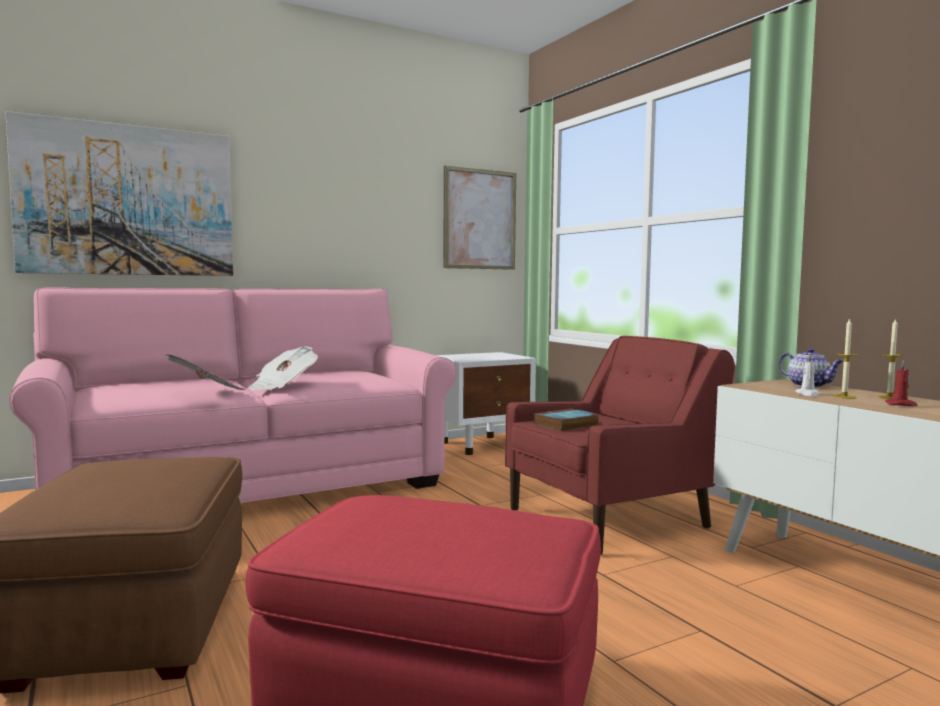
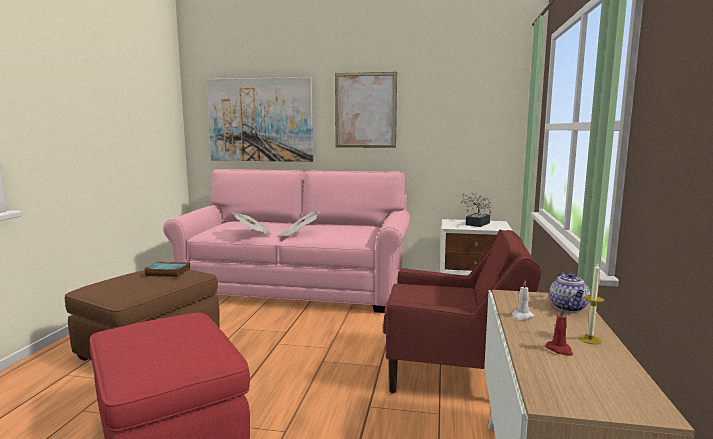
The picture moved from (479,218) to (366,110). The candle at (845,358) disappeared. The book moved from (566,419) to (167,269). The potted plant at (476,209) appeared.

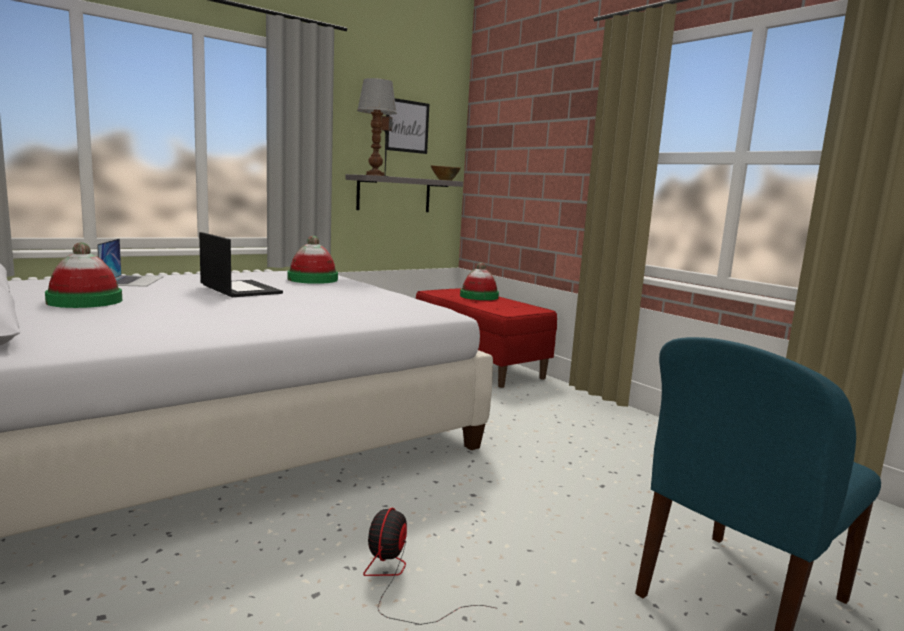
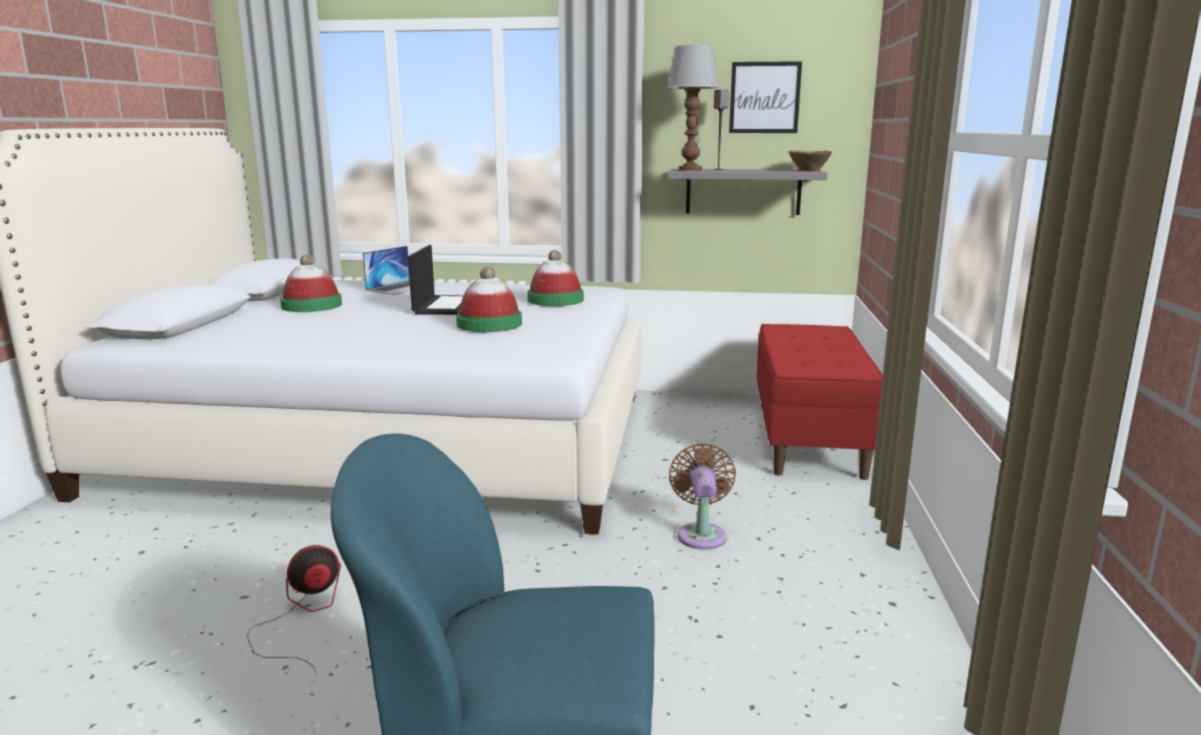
The hat moved from (479,281) to (489,299). The fan (brown) at (702,496) appeared.

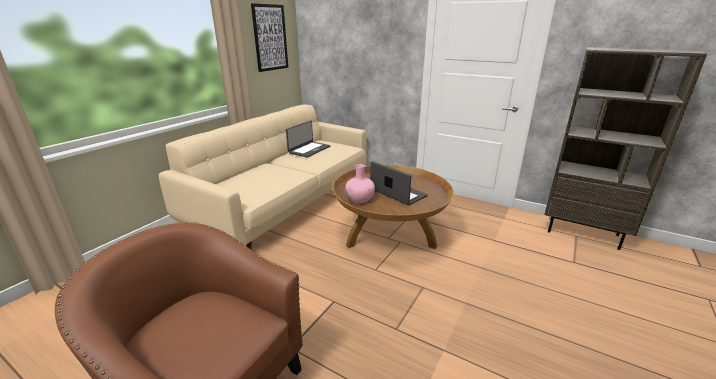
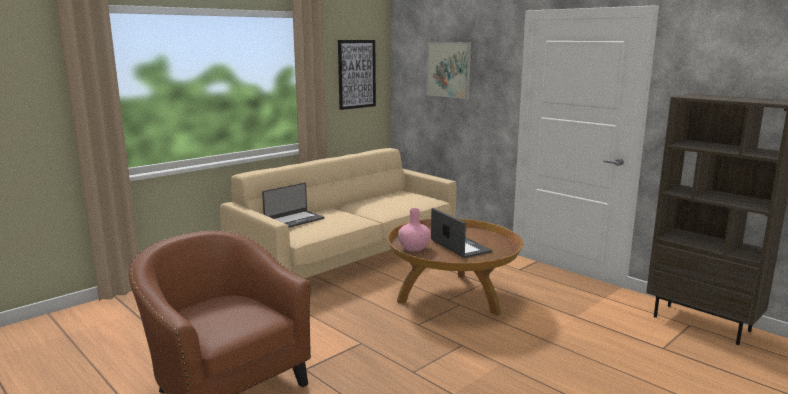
The laptop moved from (308,139) to (293,205). The picture at (449,70) appeared.

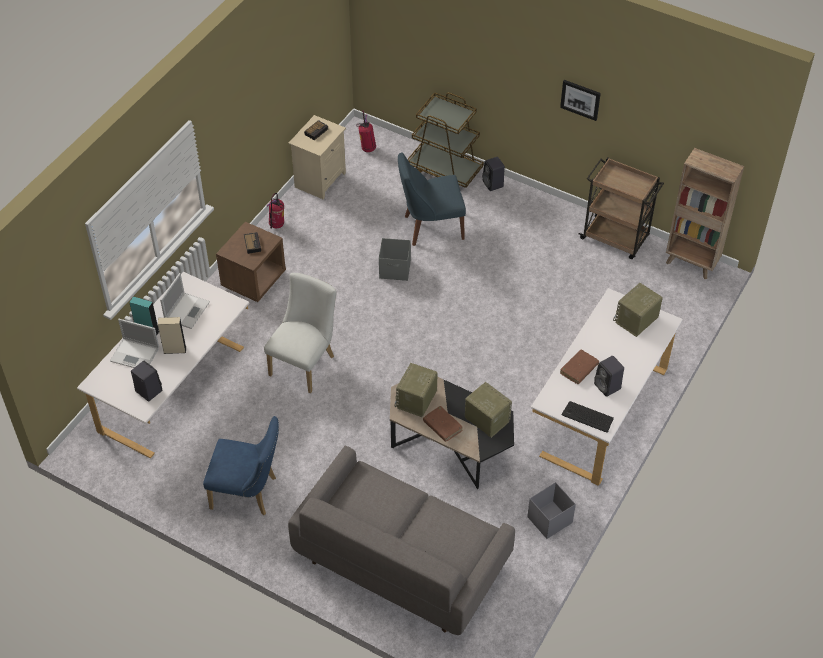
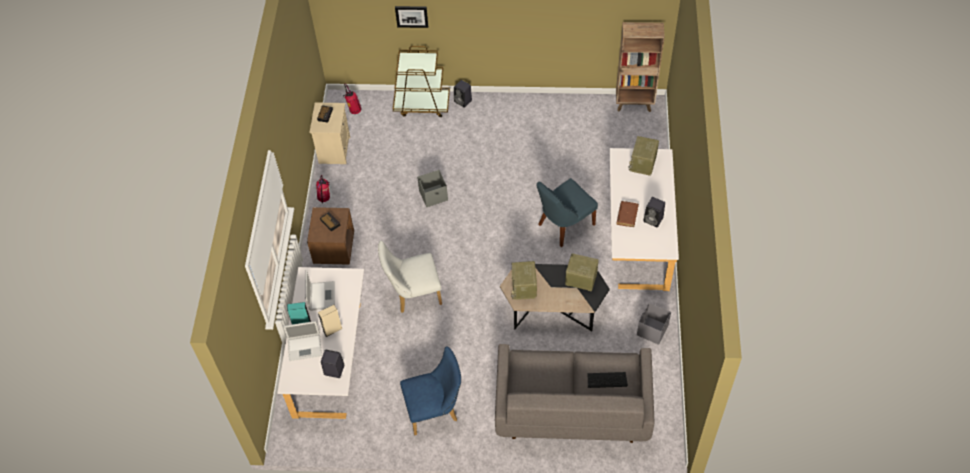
The picture moved from (580,100) to (411,17). The chair (blue) moved from (432,199) to (567,212). The cart (brown) at (621,208) disappeared. The chair (white) at (300,333) turned 105 degrees counterclockwise. The keyboard moved from (587,417) to (608,380). The book (brown) at (443,424) disappeared.

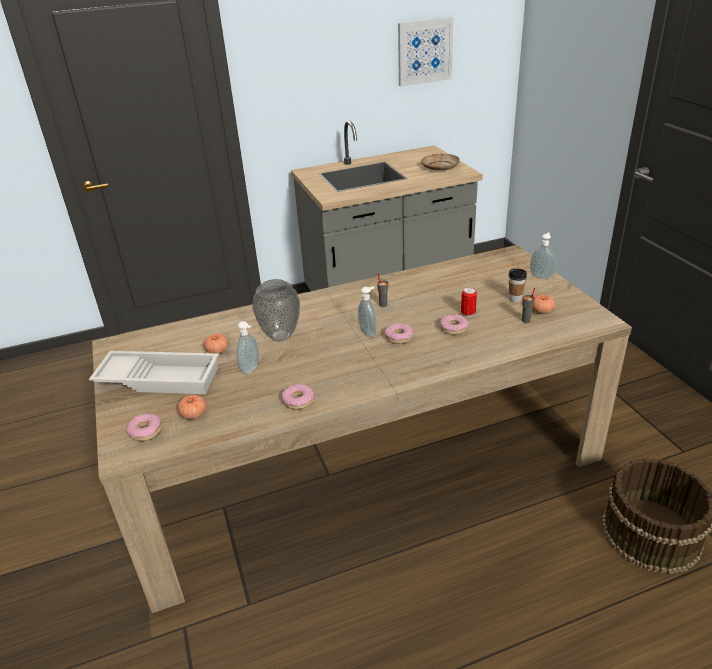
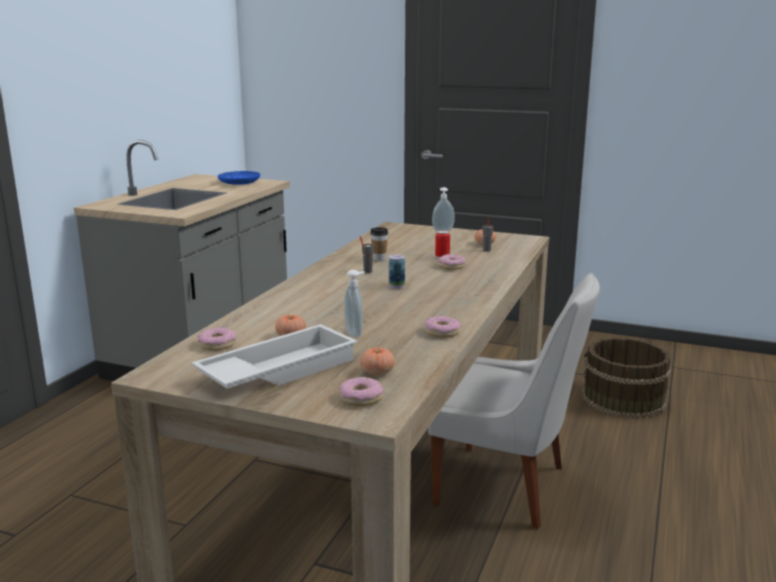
The picture at (426,51) disappeared. The plate (beige) at (440,162) became the plate (blue) at (239,178). The cup moved from (517,285) to (379,244). The vase at (276,310) disappeared. The soap dispenser at (367,311) was replaced by the can at (397,272). The donut moved from (399,333) to (217,339). The chair (white) at (514,401) appeared.

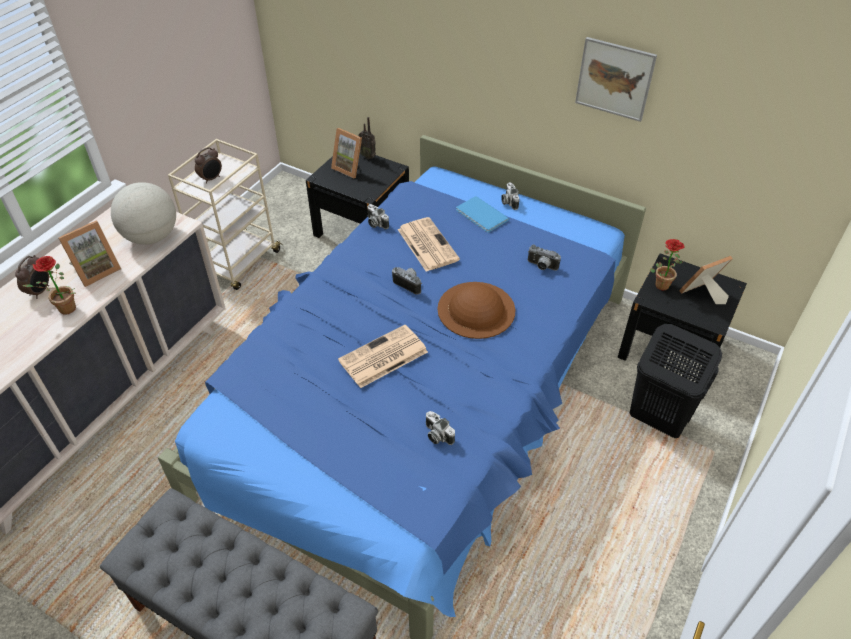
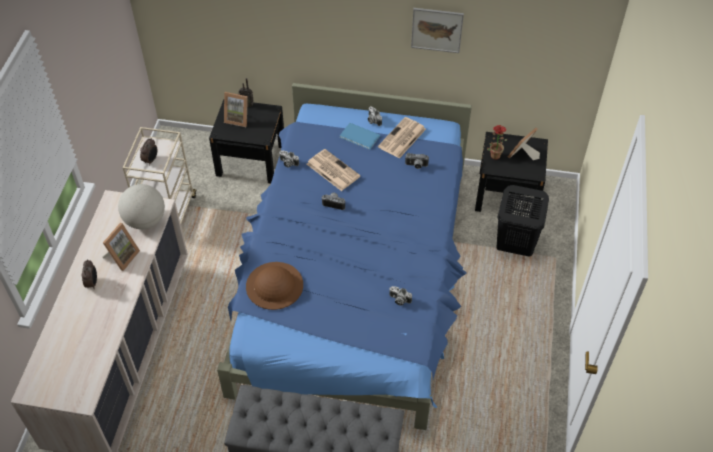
The potted plant at (49,285) disappeared. The hat (brown) moved from (476,310) to (274,286). The newspaper moved from (383,356) to (402,138).

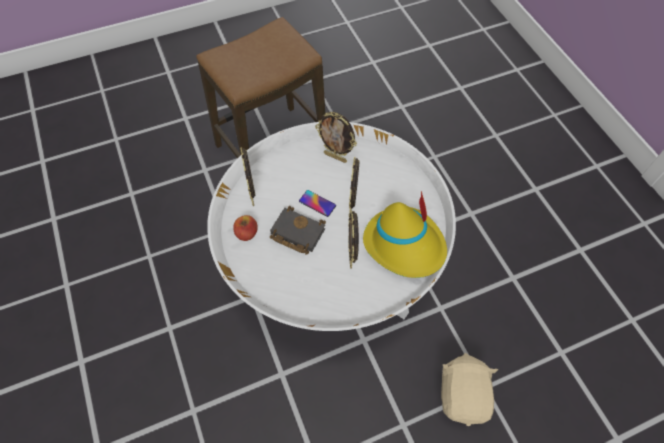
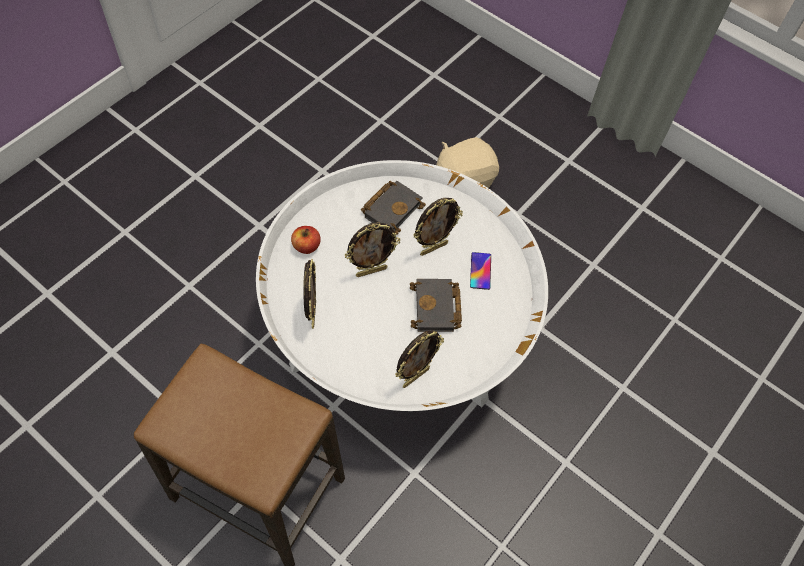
The phone moved from (317,203) to (480,271). The hat (yellow) at (405,234) was replaced by the book (black) at (393,208). The apple moved from (245,228) to (306,240).

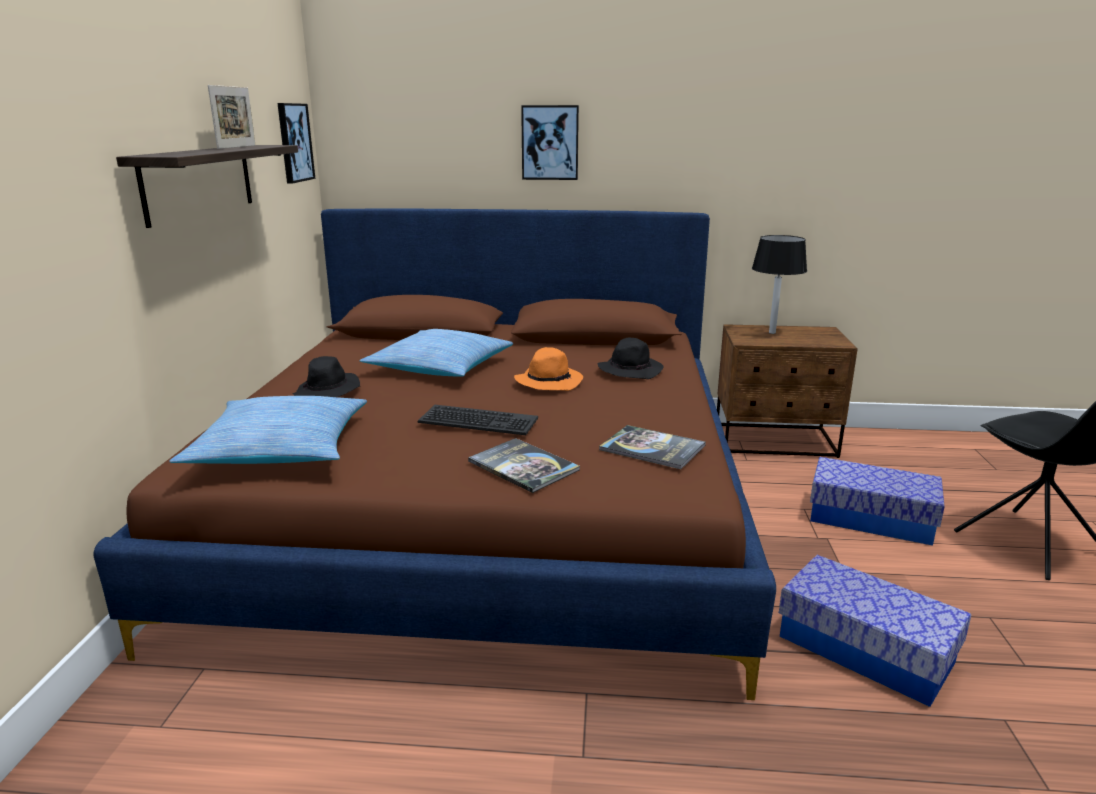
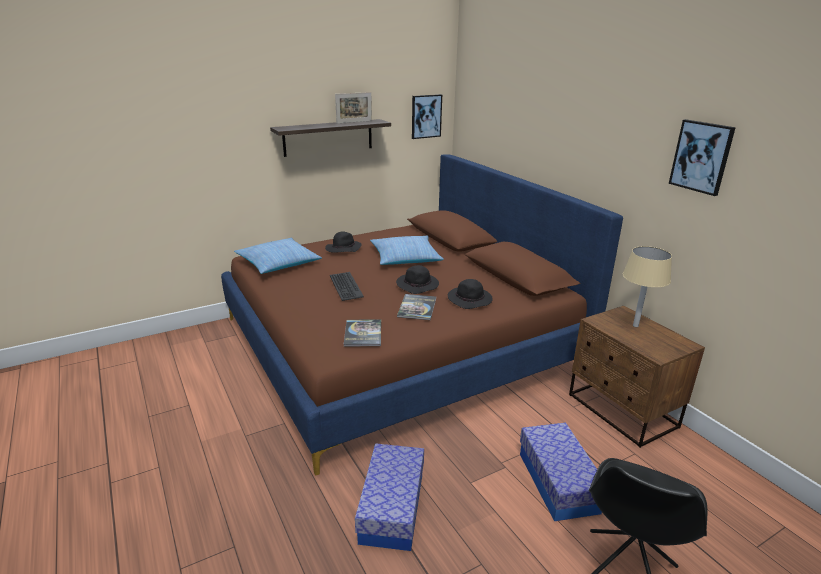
The picture moved from (550,142) to (702,157). The table lamp (black) at (779,284) became the table lamp (beige) at (647,286). The hat (orange) at (548,369) became the hat (black) at (417,279). The book moved from (524,465) to (416,307).

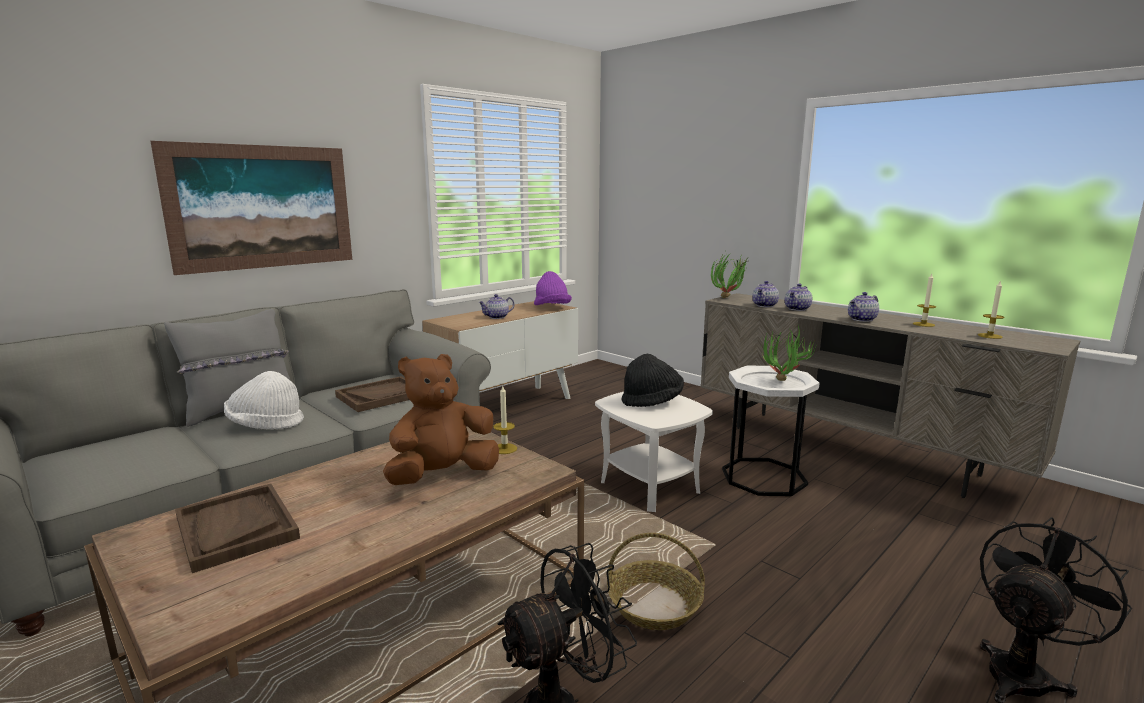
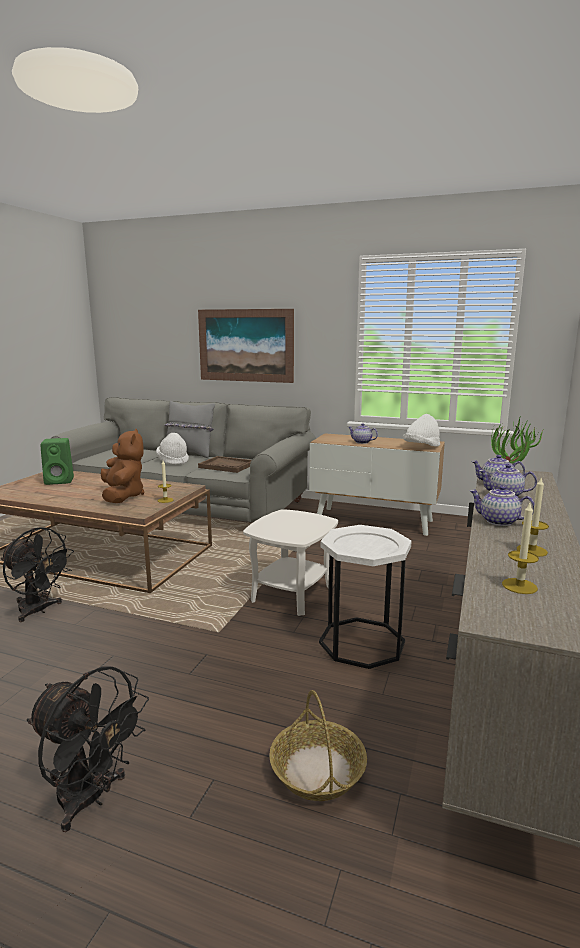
The hat (purple) at (553,288) became the hat (white) at (421,430). The potted plant at (789,353) disappeared. The plush toy (brown) at (441,419) turned 45 degrees clockwise. The hat (black) at (653,380) disappeared. The tray (brown) at (237,528) was replaced by the speaker (green) at (57,461). The basket moved from (656,581) to (318,745).

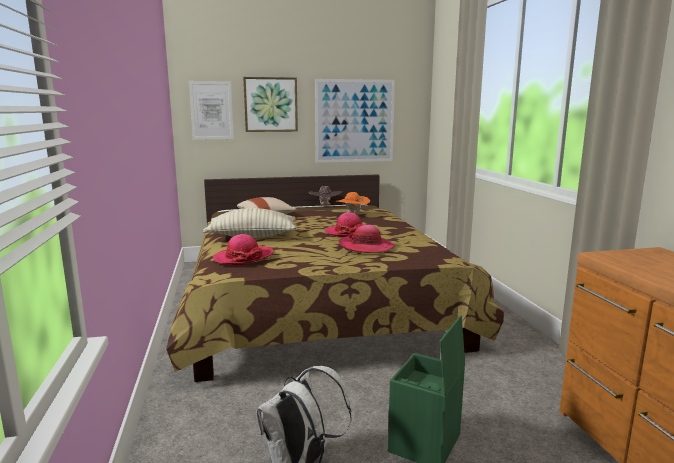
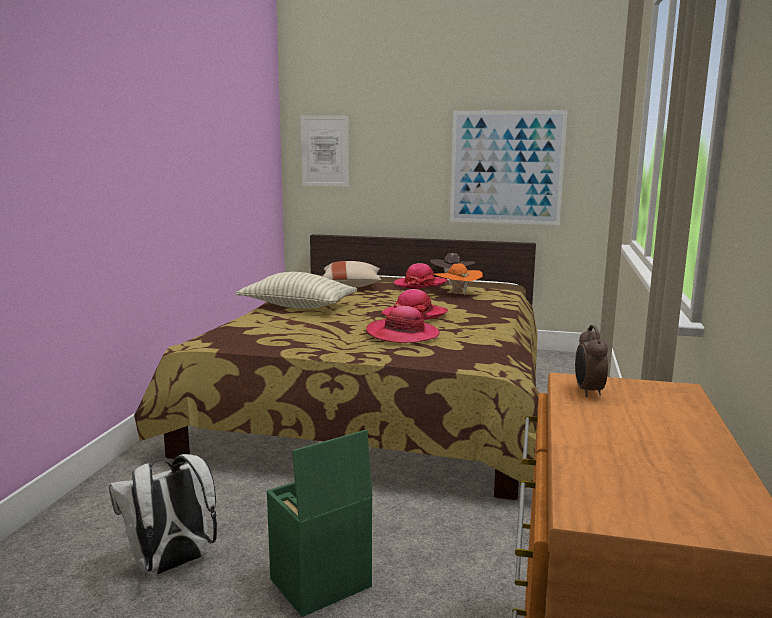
The picture at (270,104) disappeared. The hat moved from (243,249) to (421,276). The alarm clock at (591,361) appeared.

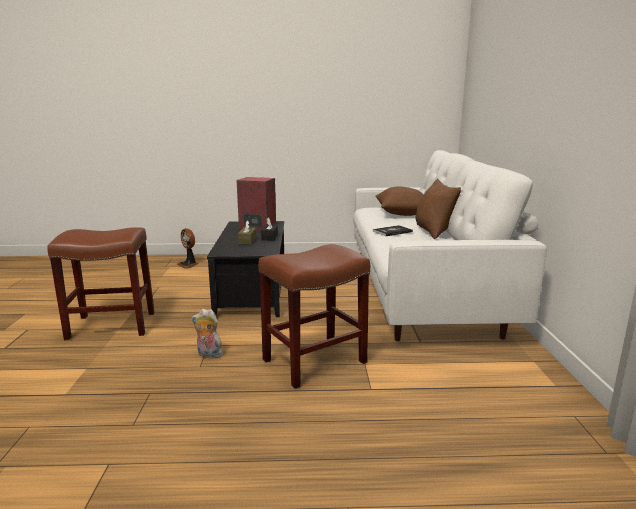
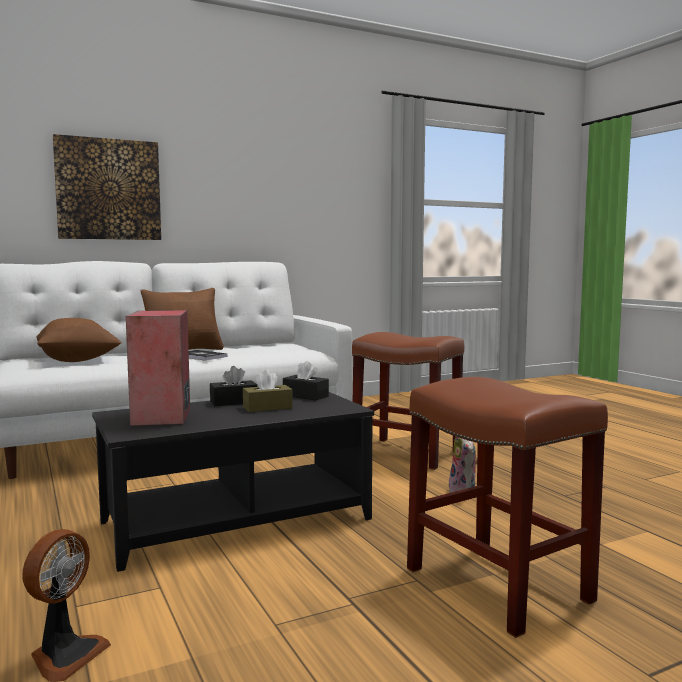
The picture at (107,187) appeared. The tissue box (black) at (306,380) appeared.

